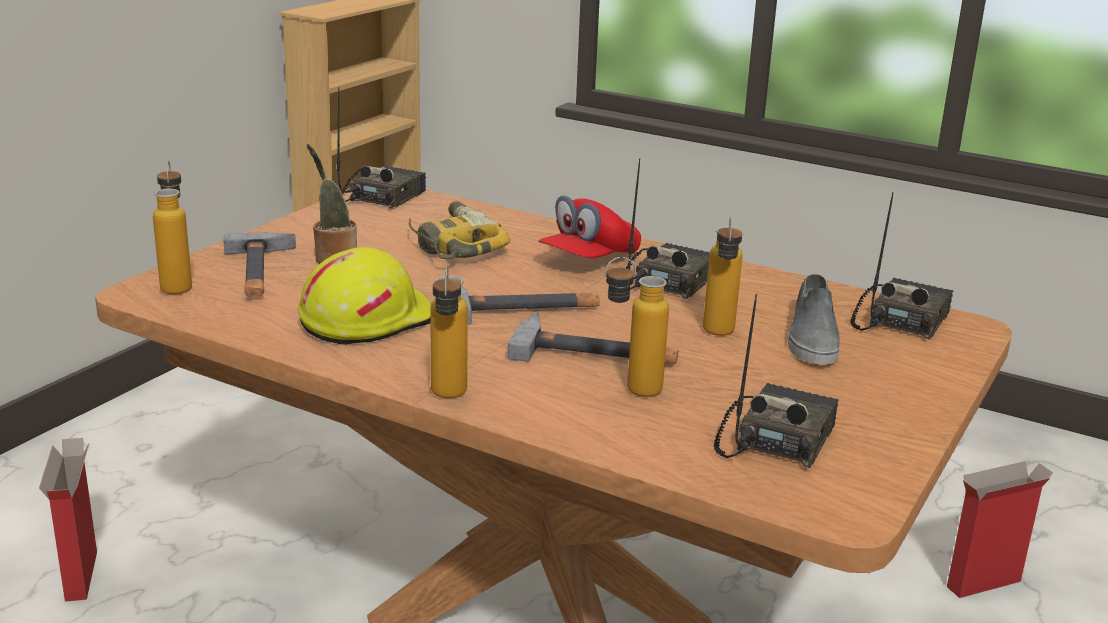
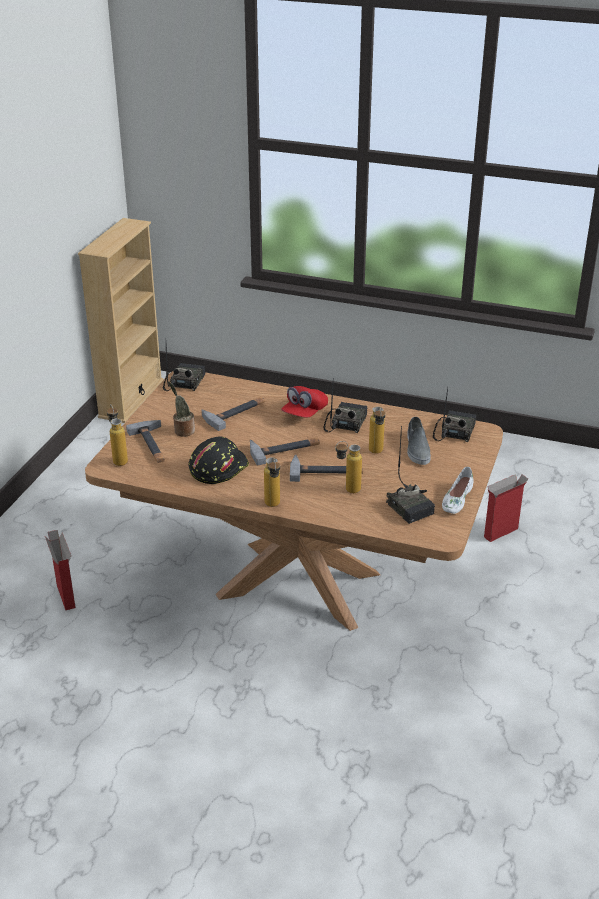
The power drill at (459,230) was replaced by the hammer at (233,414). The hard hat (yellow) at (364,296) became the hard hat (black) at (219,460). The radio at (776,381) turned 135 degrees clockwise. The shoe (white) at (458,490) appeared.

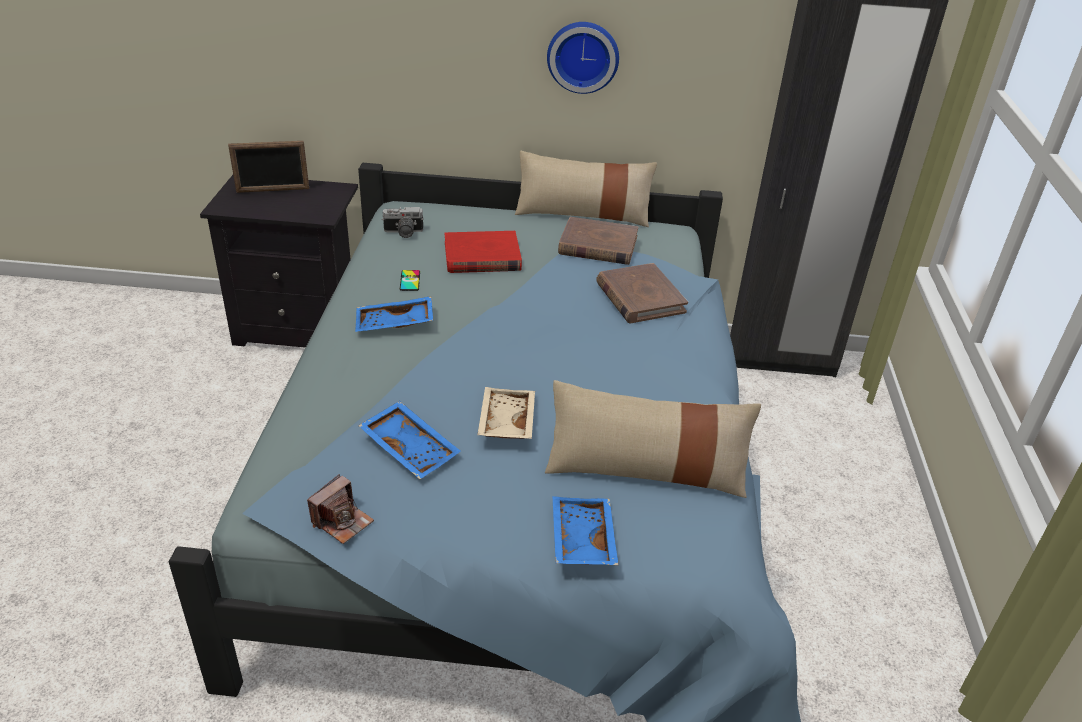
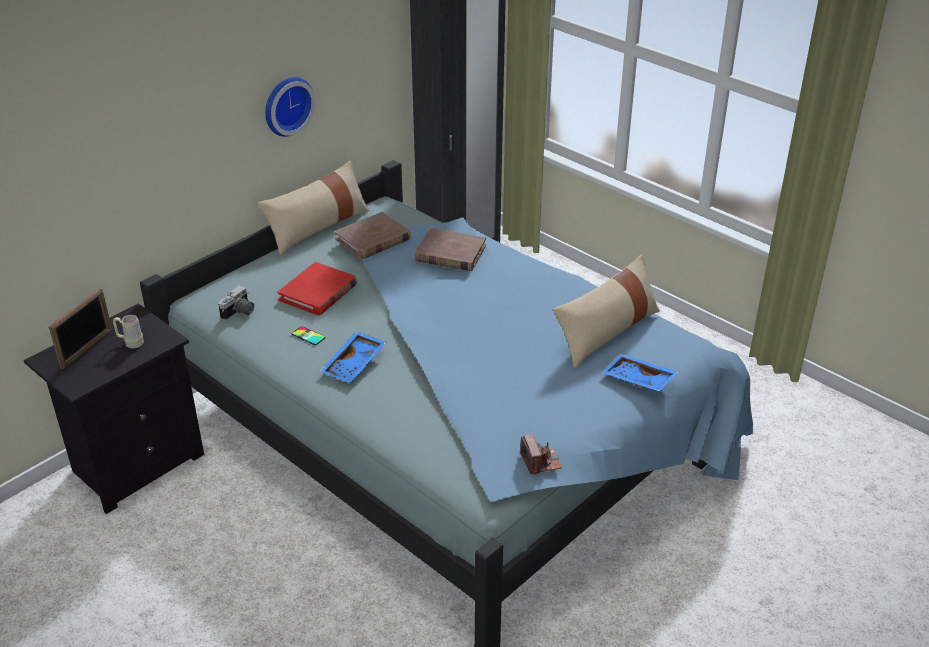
The tray (beige) at (506,413) disappeared. The tray (blue) at (409,440) disappeared. The mug (beige) at (128,331) appeared.

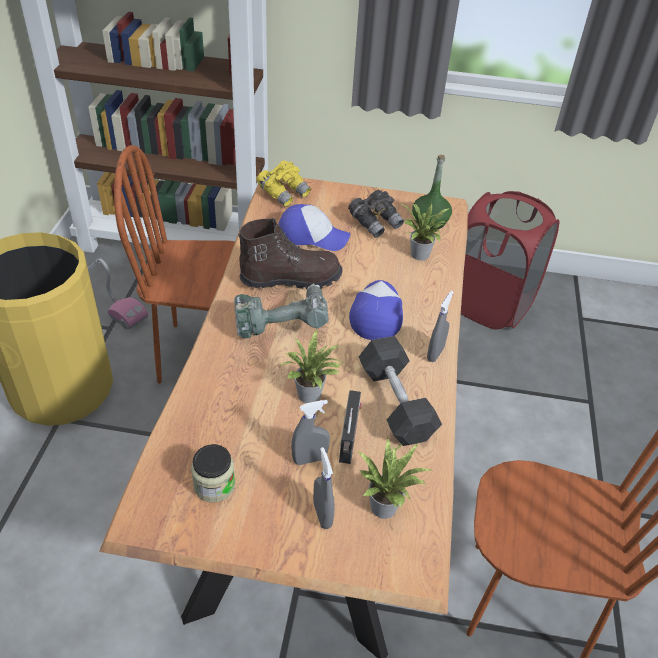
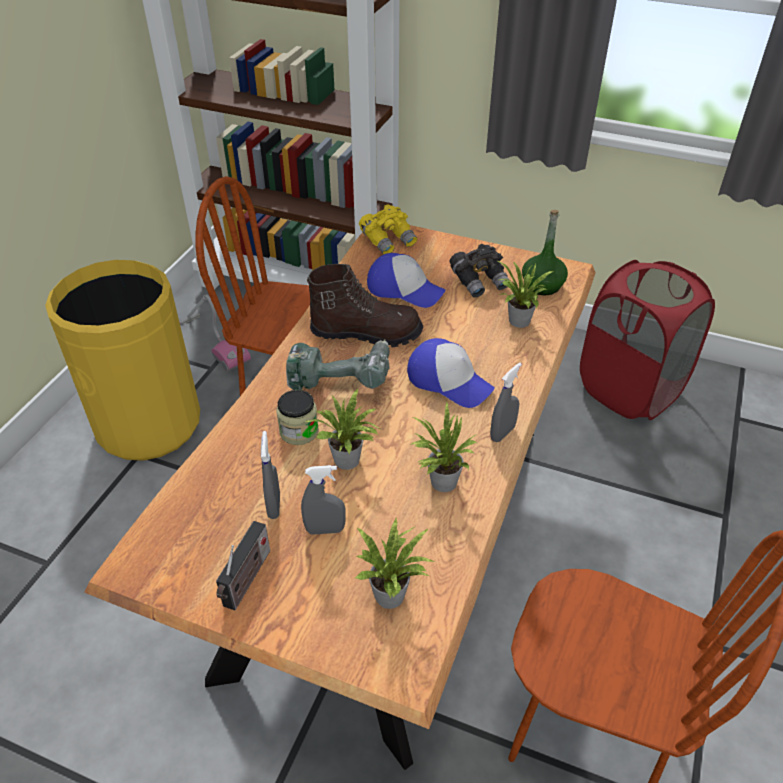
The cap at (376,310) turned 105 degrees clockwise. The dumbbell (grey) at (400,391) was replaced by the potted plant at (443,447). The radio moved from (350,427) to (243,565). The jar moved from (213,473) to (297,417). The spray bottle (grey) moved from (323,488) to (270,475).

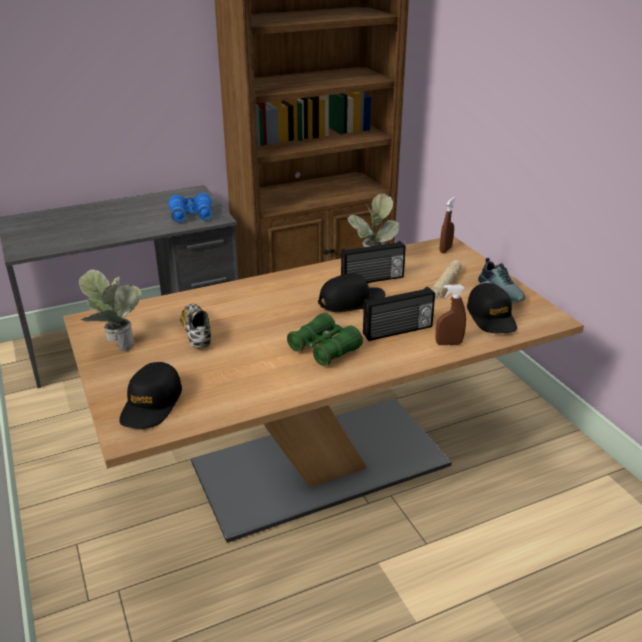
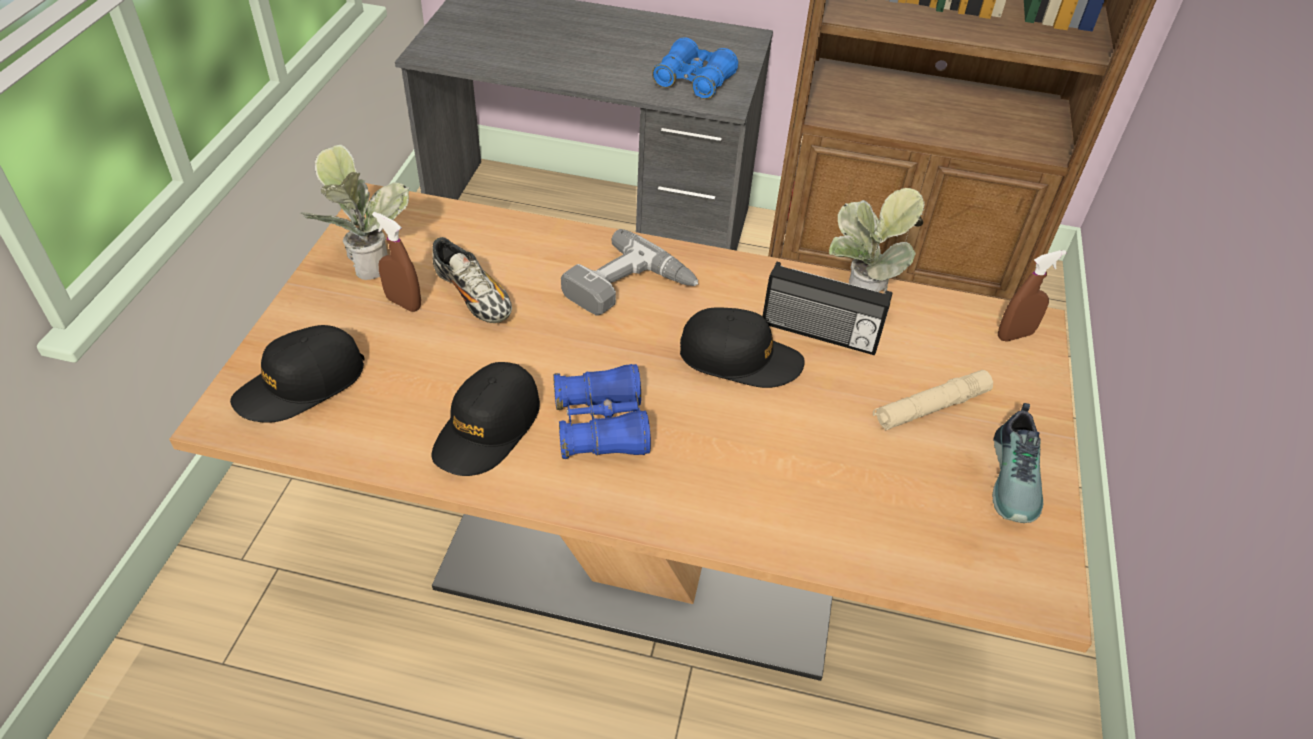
The cap (black) moved from (492,308) to (486,419). The spray bottle (brown) moved from (450,315) to (396,262). The radio at (399,314) disappeared. The shoe at (195,326) turned 120 degrees clockwise. The binoculars (green) at (325,339) became the binoculars (blue) at (602,411). The power drill at (630,272) appeared.

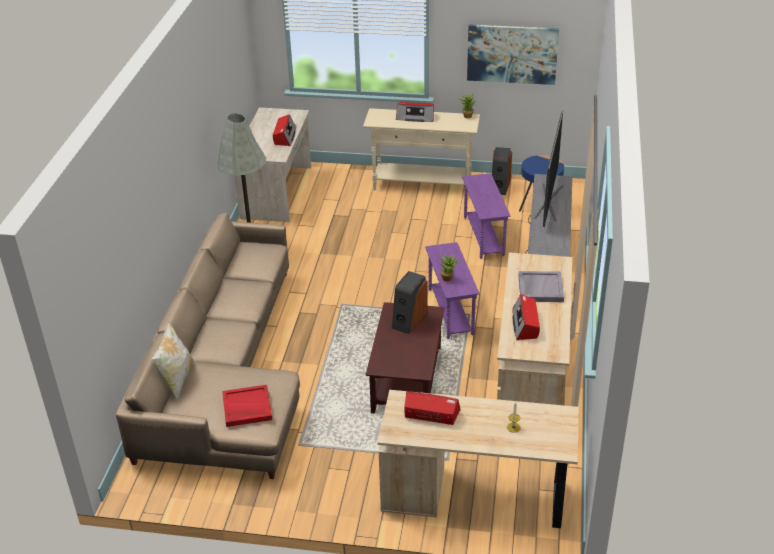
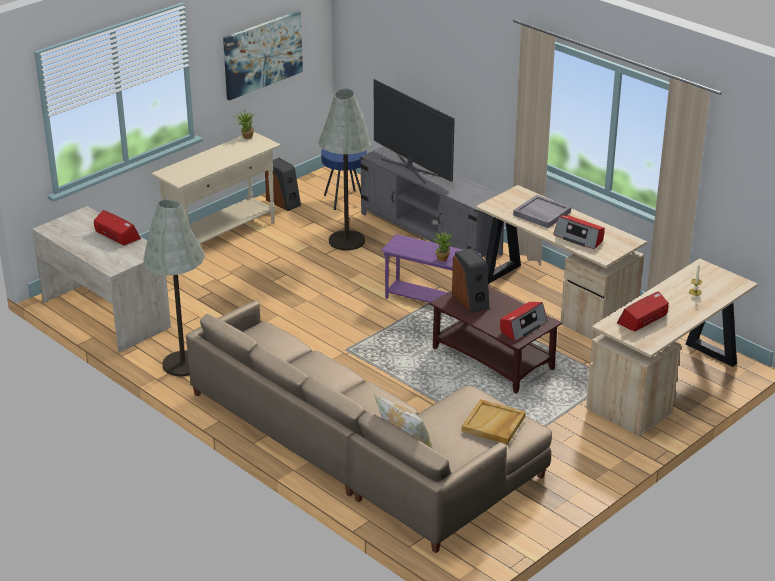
The radio moved from (415,112) to (524,321). The side table (purple) at (486,216) was replaced by the floor lamp (grey) at (345,169). The tray (red) at (247,406) became the tray (beige) at (493,421).

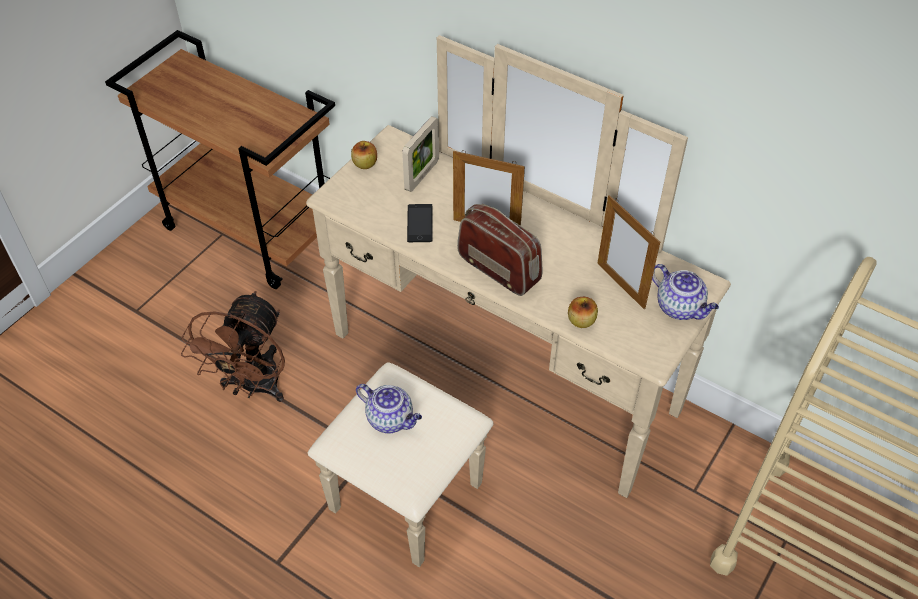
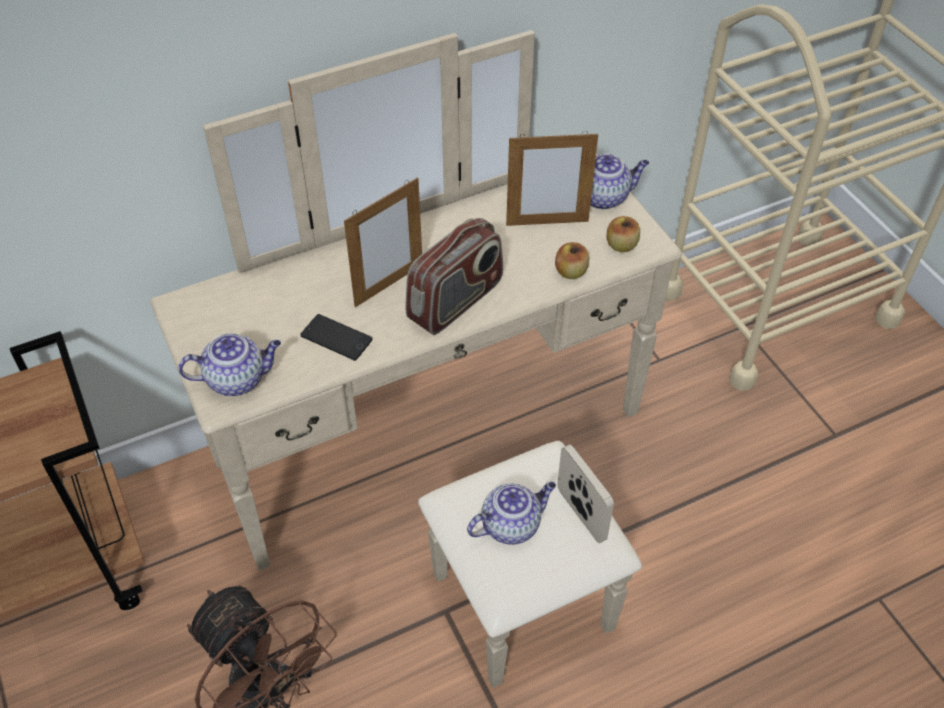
The picture frame moved from (420,154) to (585,493). The apple moved from (364,155) to (623,234). The radio at (500,250) turned 150 degrees clockwise. The teapot at (229,364) appeared.

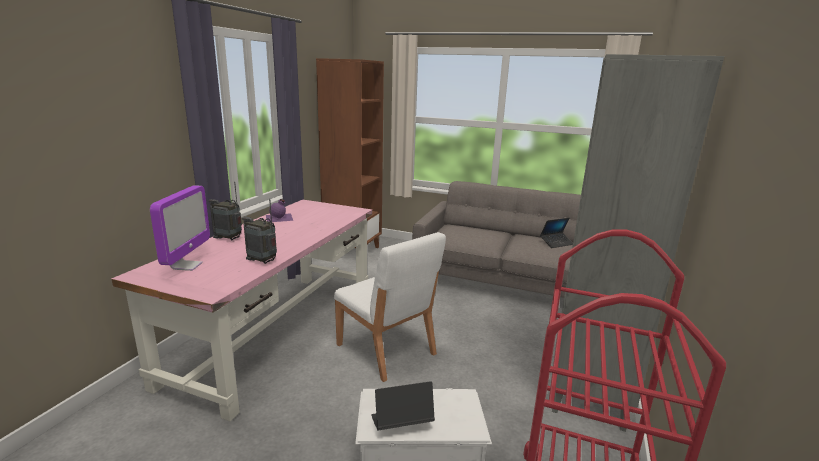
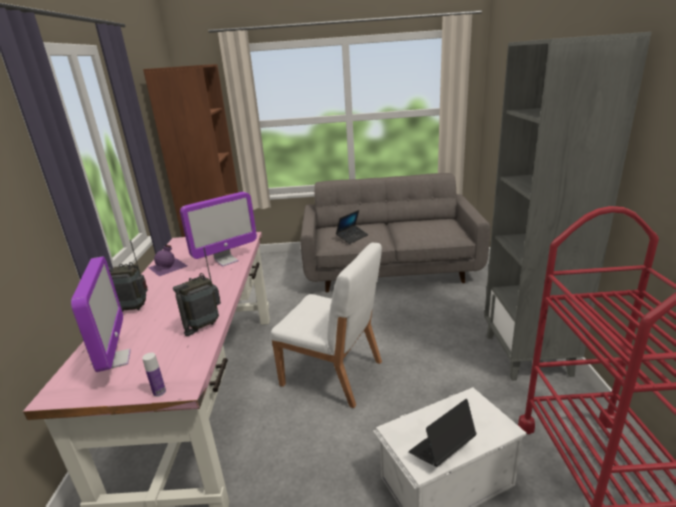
The radio at (259,231) turned 45 degrees counterclockwise. The laptop moved from (556,233) to (352,227). The monitor at (218,229) appeared. The bottle at (154,375) appeared.

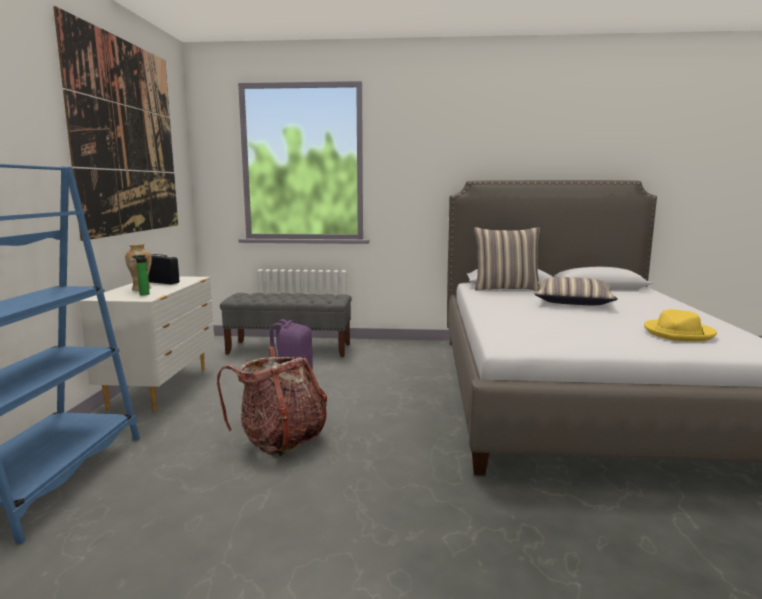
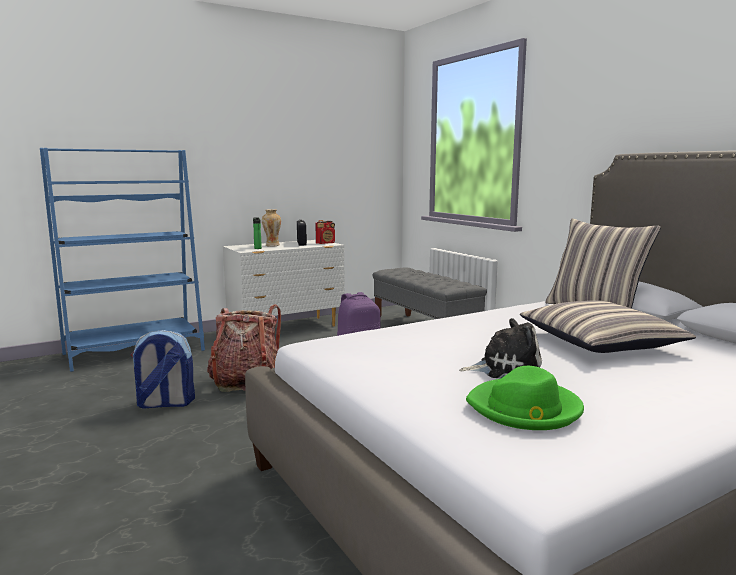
The picture at (115,123) disappeared. The hat (yellow) at (680,325) became the hat (green) at (525,398). The radio at (325,232) appeared. The plush toy at (501,348) appeared. The backpack at (162,369) appeared.

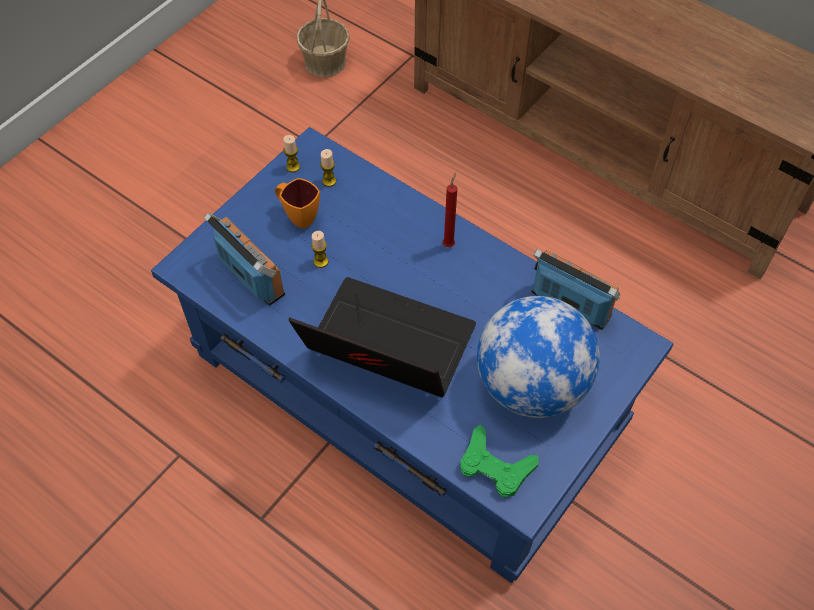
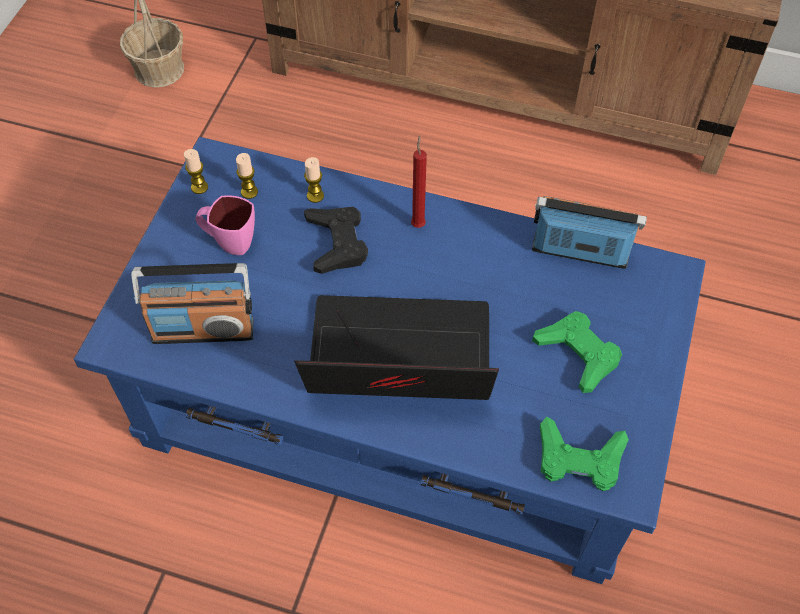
The mug (orange) at (297,203) became the mug (pink) at (225,225). The radio at (244,259) turned 150 degrees clockwise. The candle moved from (319,249) to (314,180). The globe at (538,357) was replaced by the game controller (green) at (577,352). The game controller (black) at (336,240) appeared.

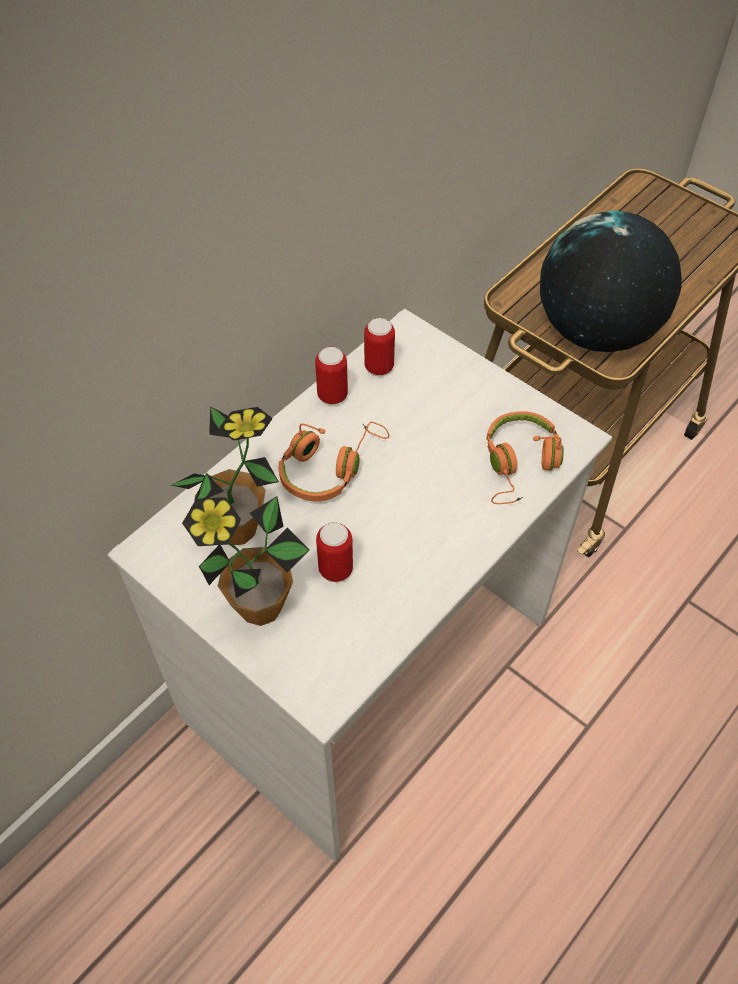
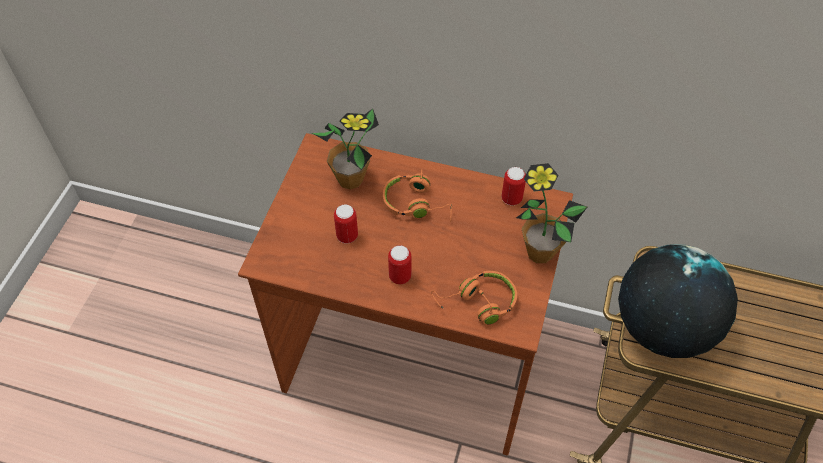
The desk (white) at (360,585) became the desk (brown) at (405,294). The can moved from (331,375) to (399,264). The potted plant moved from (245,561) to (551,213).

